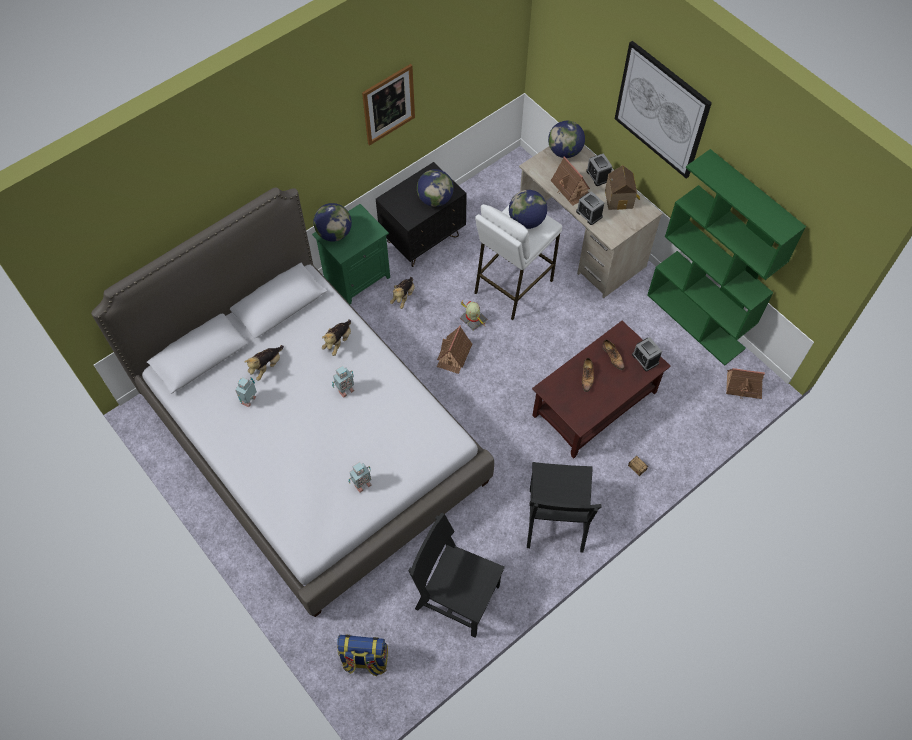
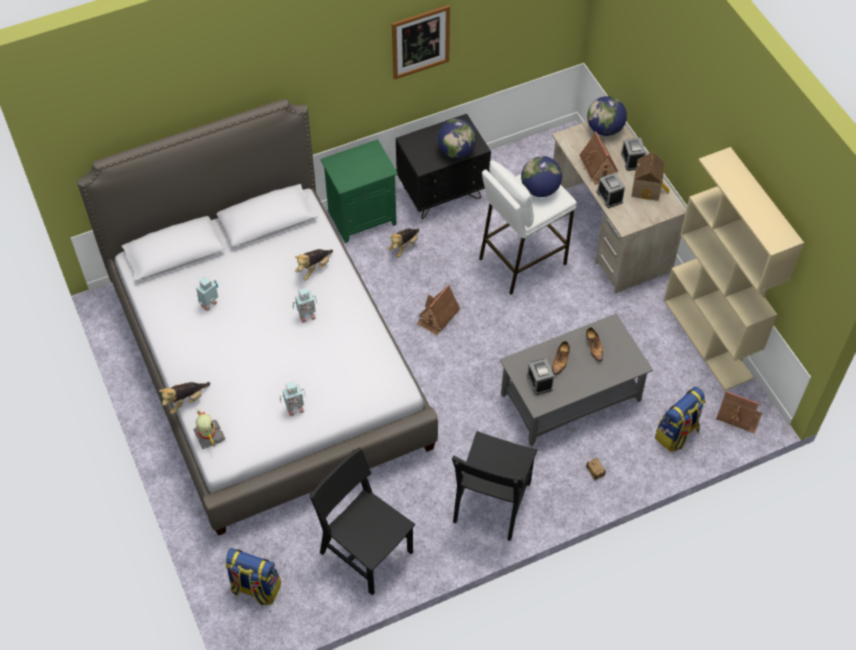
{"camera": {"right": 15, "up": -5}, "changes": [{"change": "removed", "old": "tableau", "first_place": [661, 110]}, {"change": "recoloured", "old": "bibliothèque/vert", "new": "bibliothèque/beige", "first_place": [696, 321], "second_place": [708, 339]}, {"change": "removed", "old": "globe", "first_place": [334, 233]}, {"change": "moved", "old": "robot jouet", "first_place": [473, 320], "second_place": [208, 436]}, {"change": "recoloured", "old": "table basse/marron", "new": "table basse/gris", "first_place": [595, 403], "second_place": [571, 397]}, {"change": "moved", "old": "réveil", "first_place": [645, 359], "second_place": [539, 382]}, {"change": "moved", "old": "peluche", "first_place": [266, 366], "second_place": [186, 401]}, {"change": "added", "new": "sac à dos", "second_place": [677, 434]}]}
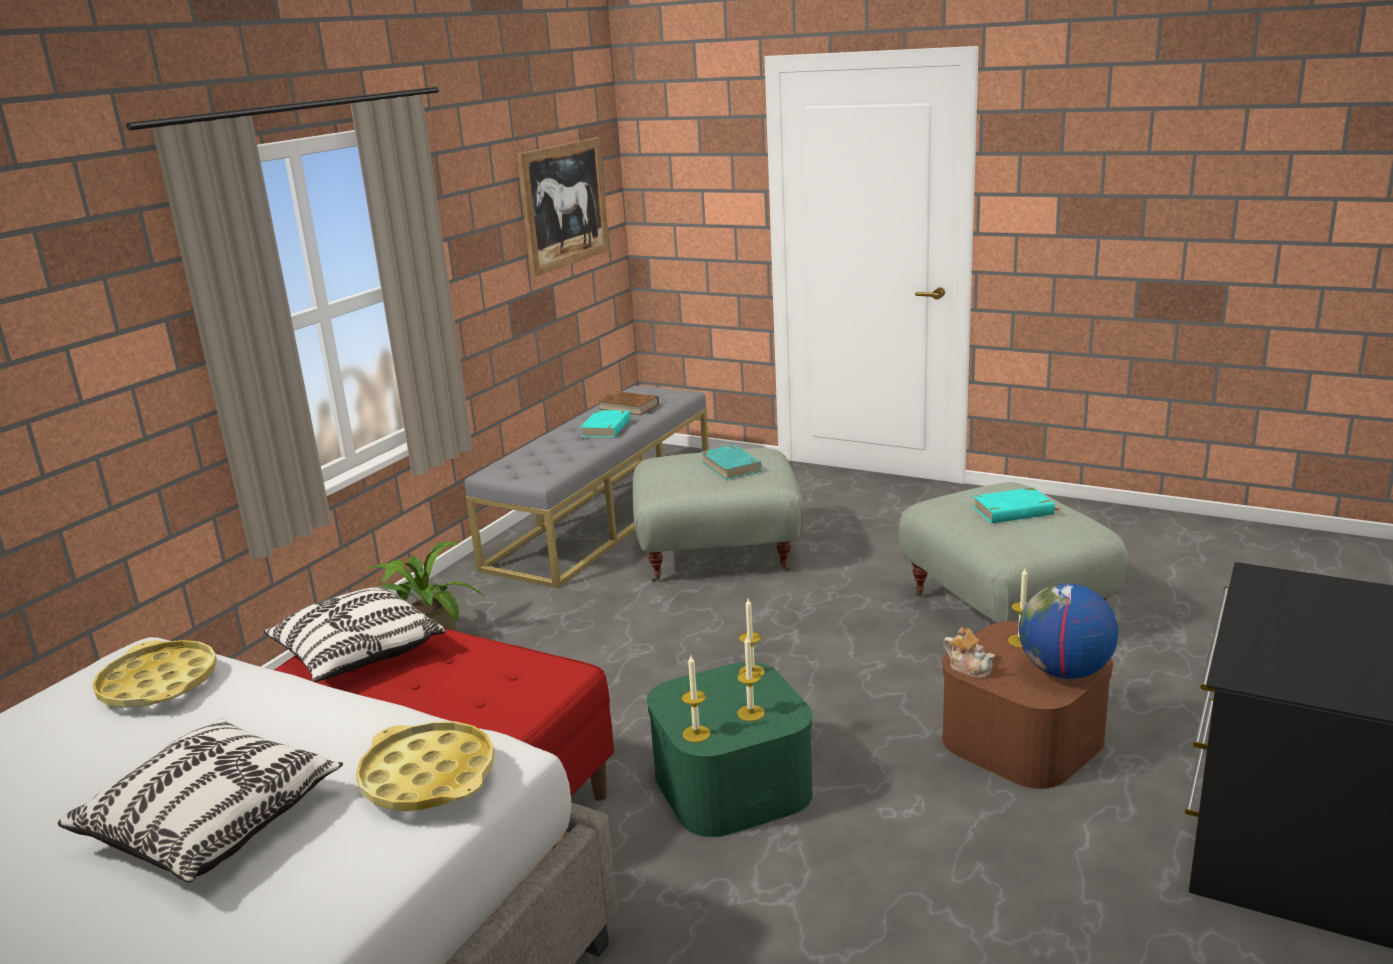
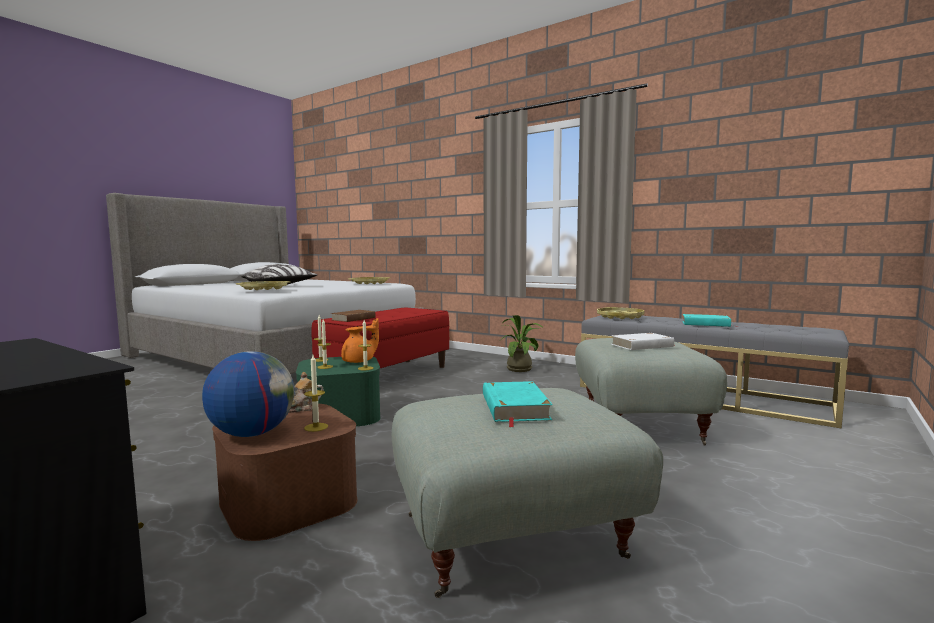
{"camera": {"right": 95, "up": -15}, "changes": [{"change": "removed", "old": "tableau", "first_place": [564, 204]}, {"change": "moved", "old": "livre/marron", "first_place": [628, 407], "second_place": [353, 319]}, {"change": "recoloured", "old": "livre/turquoise", "new": "livre/blanc", "first_place": [731, 466], "second_place": [642, 345]}, {"change": "removed", "old": "coussin", "first_place": [357, 654]}, {"change": "added", "new": "plateau/jaune", "second_place": [620, 317]}, {"change": "added", "new": "théière/orange", "second_place": [359, 361]}]}
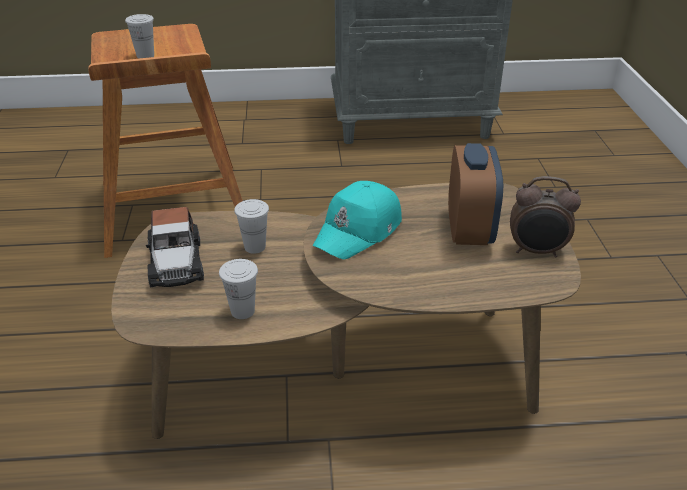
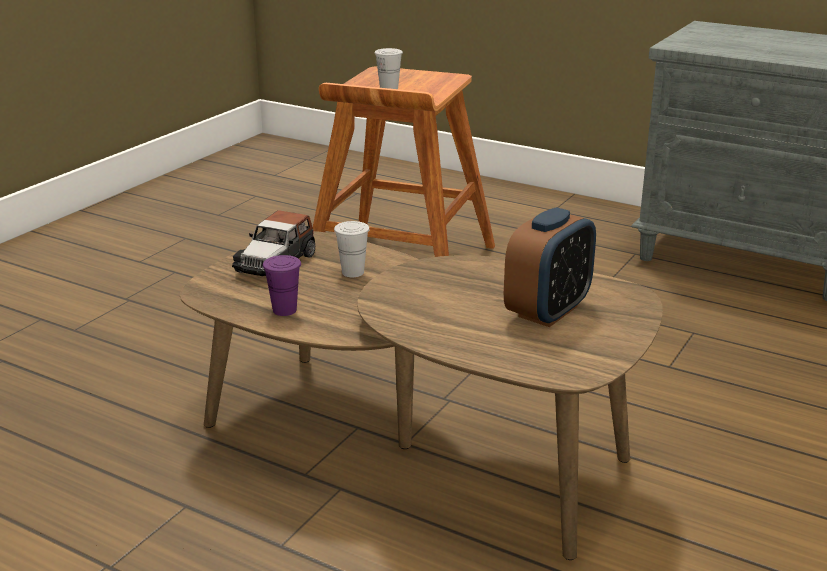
{"camera": {"right": 35, "up": -10}, "changes": [{"change": "removed", "old": "réveil", "first_place": [536, 251]}, {"change": "removed", "old": "casquette/turquoise", "first_place": [359, 231]}, {"change": "recoloured", "old": "tasse/blanc", "new": "tasse/violet", "first_place": [242, 311], "second_place": [284, 310]}]}
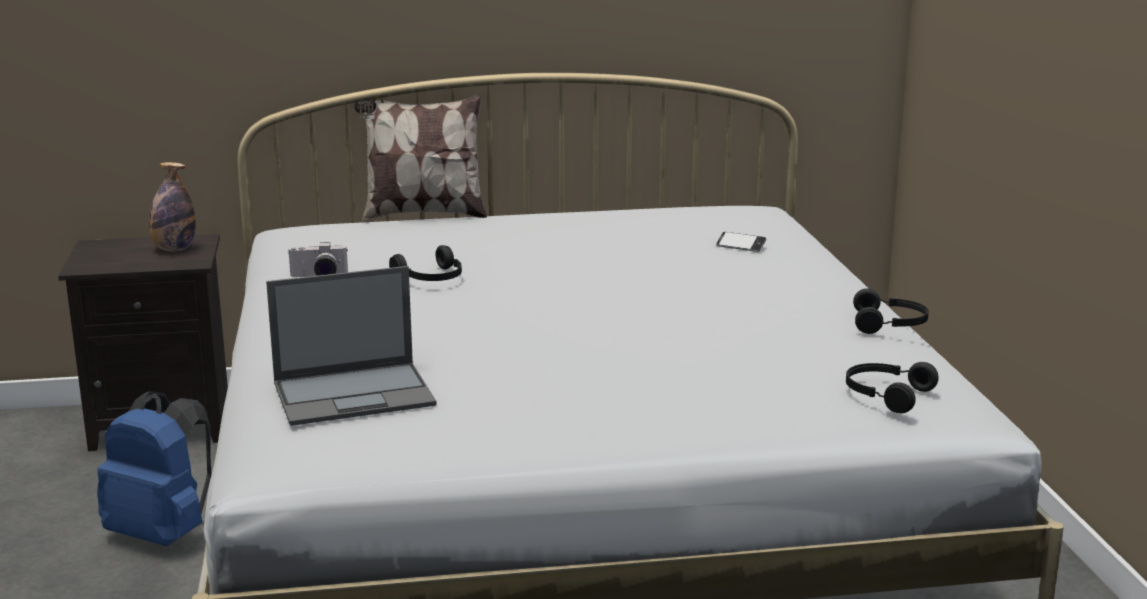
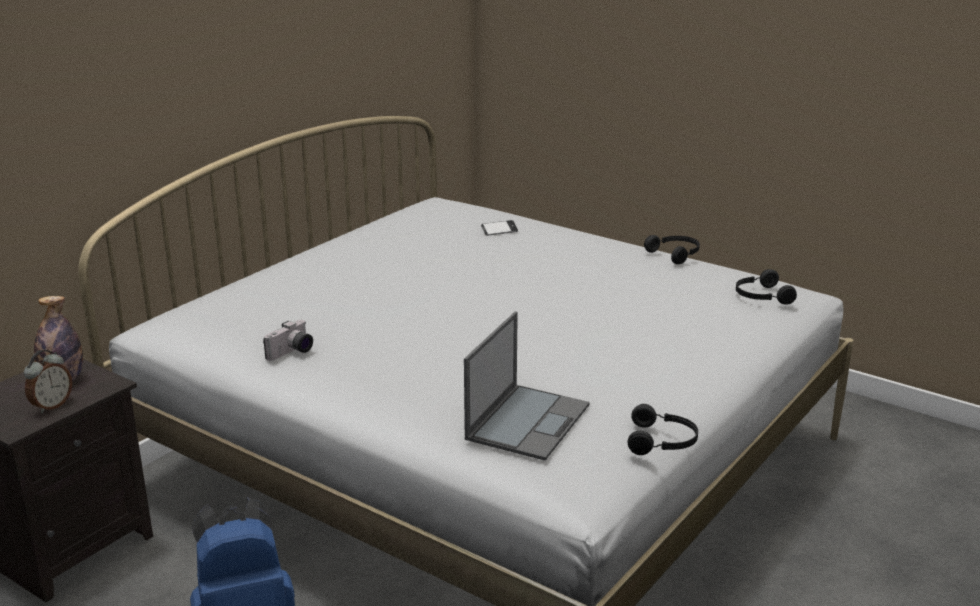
{"camera": {"right": -45, "up": 5}, "changes": [{"change": "removed", "old": "coussin", "first_place": [423, 214]}, {"change": "moved", "old": "casque audio/noir", "first_place": [432, 279], "second_place": [662, 441]}, {"change": "added", "new": "réveil", "second_place": [51, 405]}]}
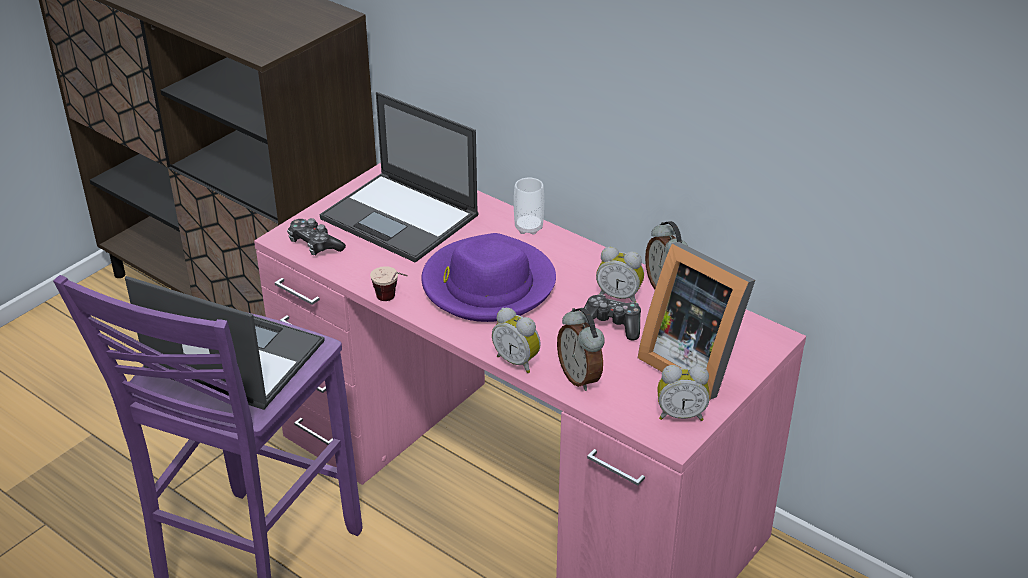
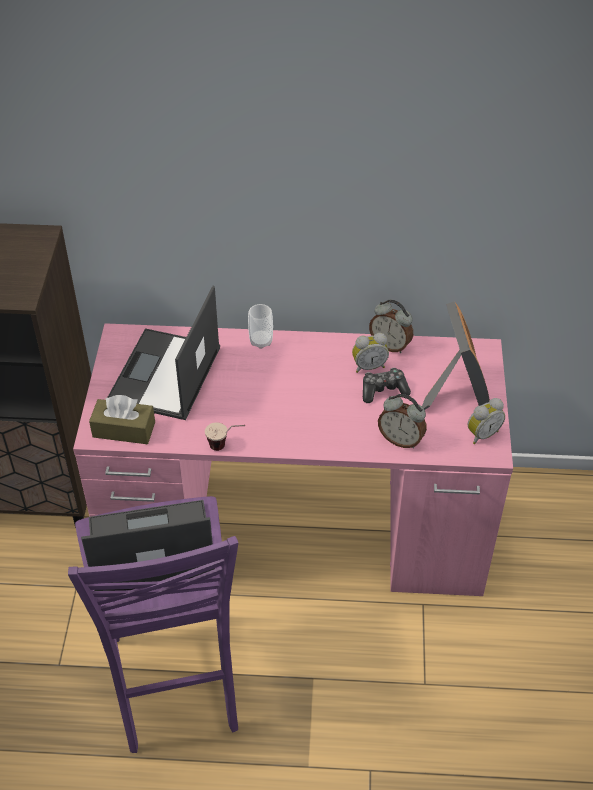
{"camera": {"right": -35, "up": 10}, "changes": [{"change": "turned", "old": "ordinateur portable", "first_place": [401, 217], "second_place": [164, 376], "degrees": 105}, {"change": "replaced", "old": "manette", "new": "boîte à mouchoirs/marron", "first_place": [314, 245], "second_place": [124, 429]}, {"change": "removed", "old": "chapeau/violet", "first_place": [487, 284]}, {"change": "turned", "old": "cadre photo", "first_place": [693, 361], "second_place": [455, 392], "degrees": -105}, {"change": "removed", "old": "réveil", "first_place": [518, 361]}]}
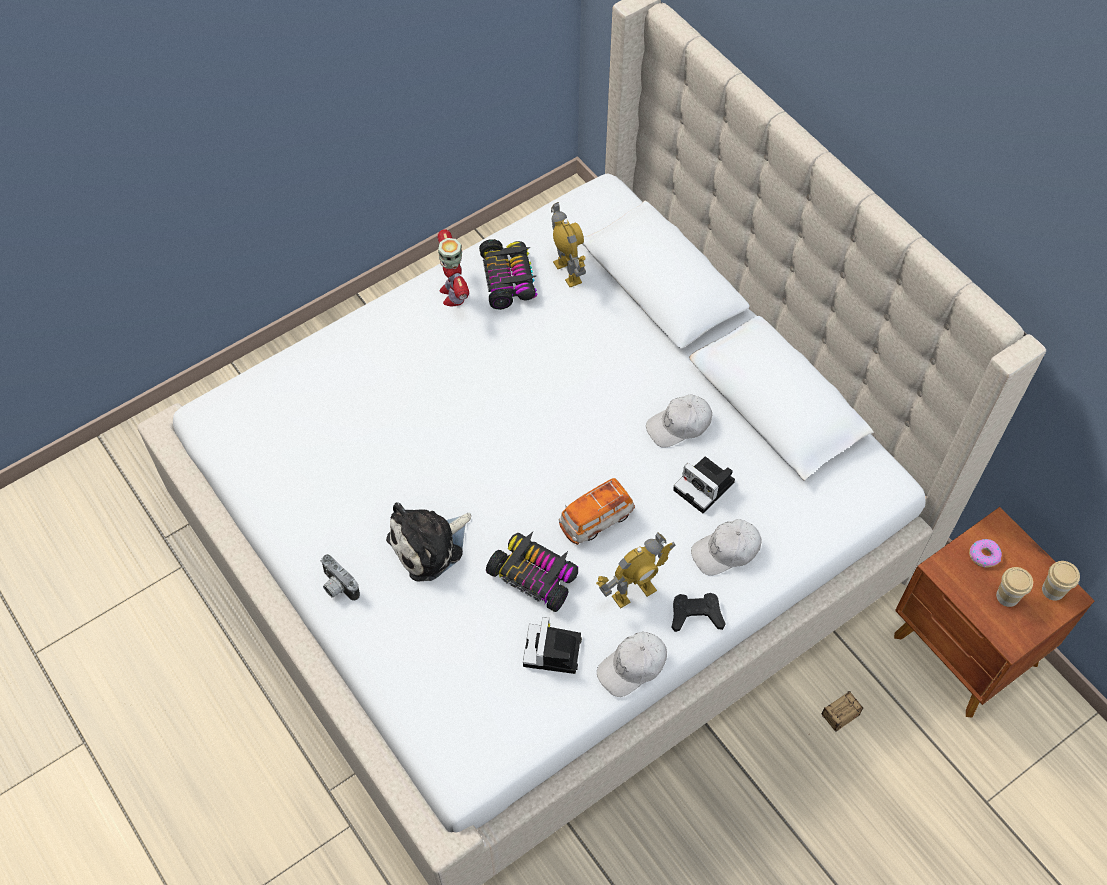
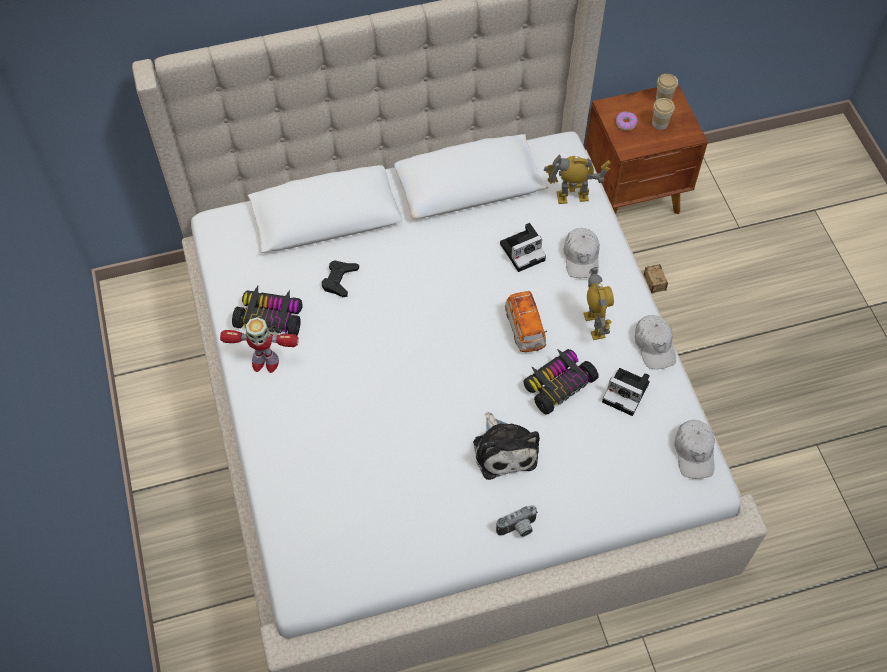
{"camera": {"right": -70, "up": 0}, "changes": [{"change": "moved", "old": "robot jouet", "first_place": [568, 272], "second_place": [572, 197]}, {"change": "moved", "old": "casquette/blanc", "first_place": [679, 425], "second_place": [694, 452]}, {"change": "moved", "old": "manette/noir", "first_place": [696, 614], "second_place": [339, 280]}]}
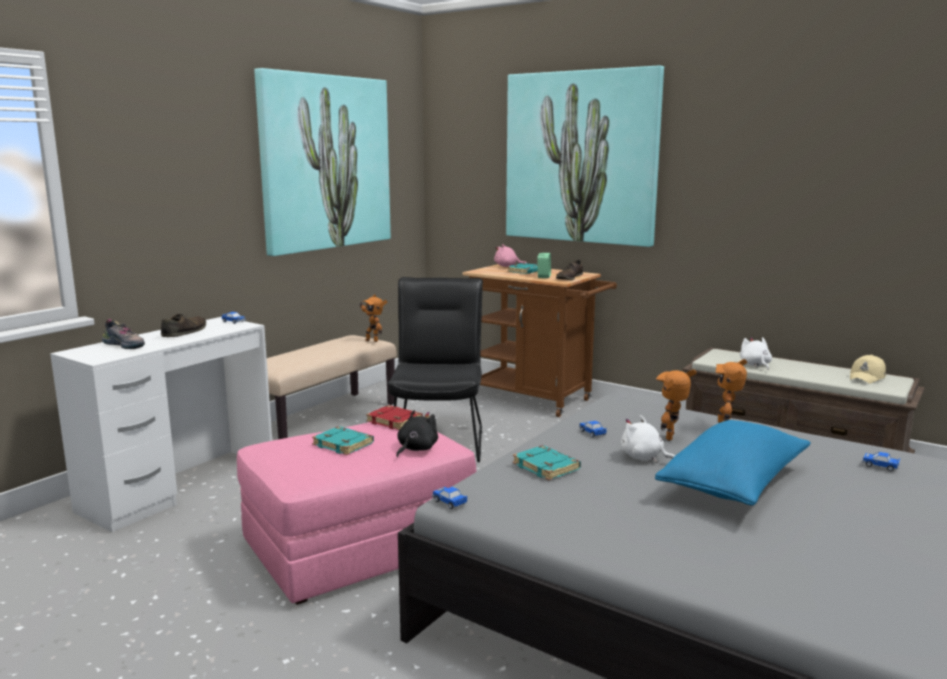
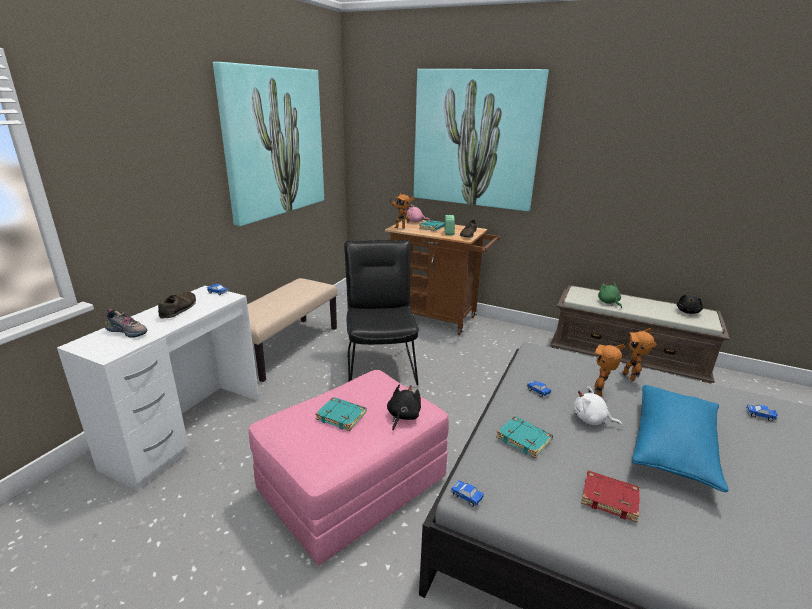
{"camera": {"right": -10, "up": 10}, "changes": [{"change": "moved", "old": "robot jouet", "first_place": [372, 340], "second_place": [400, 227]}, {"change": "recoloured", "old": "peluche/blanc", "new": "peluche/vert", "first_place": [755, 365], "second_place": [608, 302]}, {"change": "replaced", "old": "casquette/beige", "new": "peluche/noir", "first_place": [867, 377], "second_place": [688, 312]}, {"change": "moved", "old": "livre/rouge", "first_place": [395, 421], "second_place": [610, 498]}]}
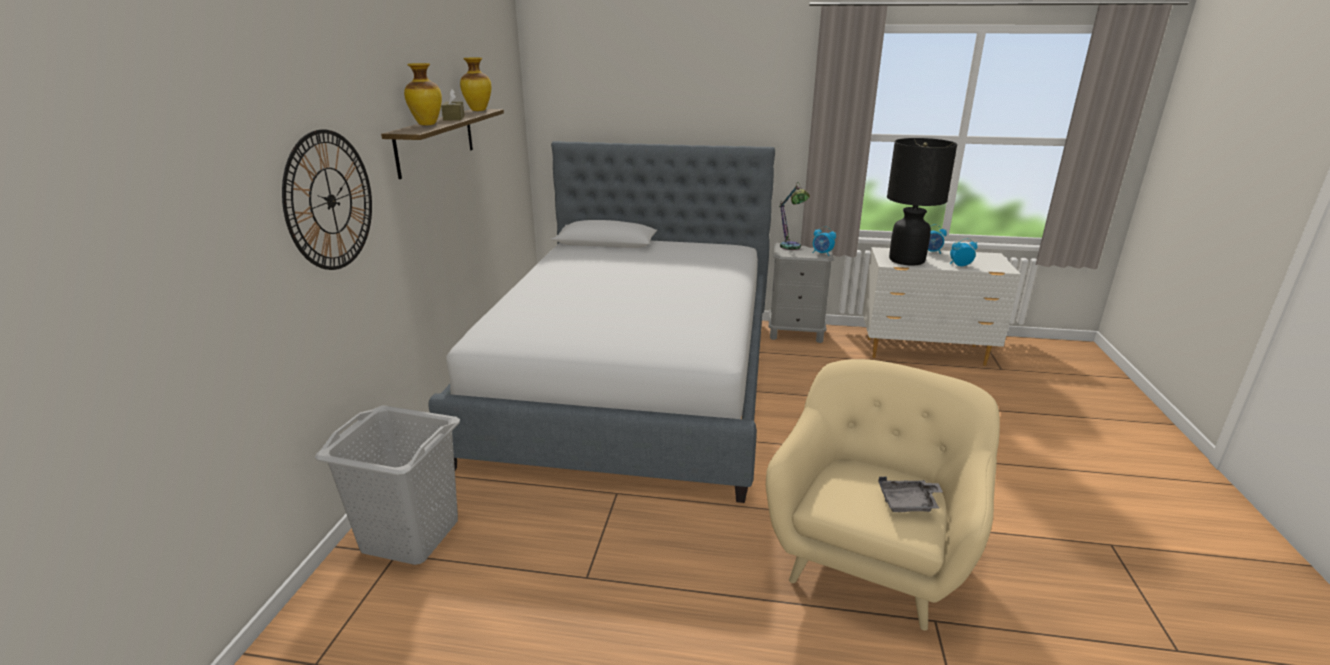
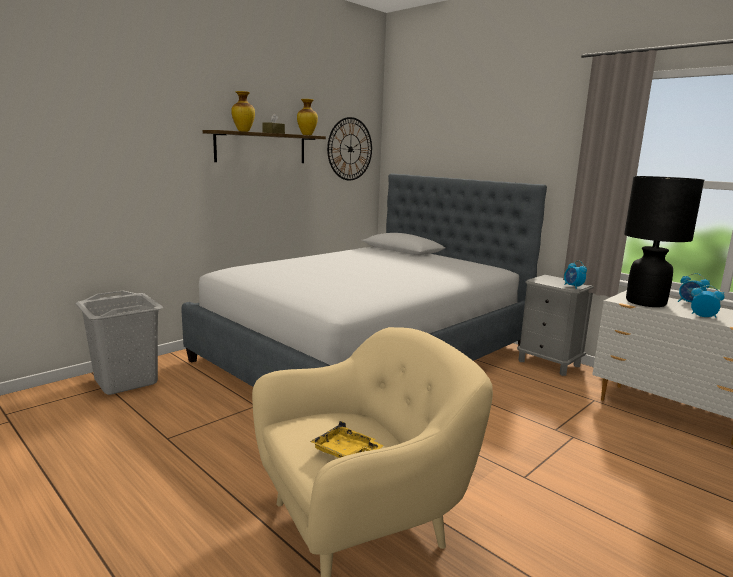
{"camera": {"right": 35, "up": -10}, "changes": [{"change": "moved", "old": "horloge murale", "first_place": [330, 201], "second_place": [350, 149]}, {"change": "removed", "old": "lampe de table", "first_place": [791, 248]}, {"change": "recoloured", "old": "plateau/gris", "new": "plateau/jaune", "first_place": [908, 503], "second_place": [345, 452]}]}
